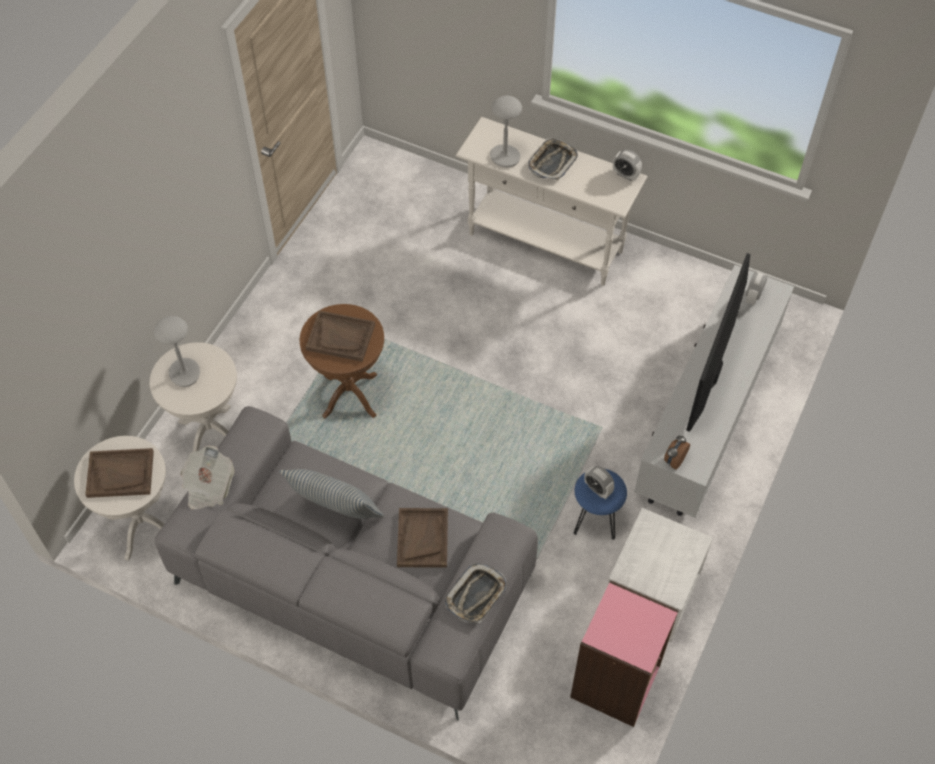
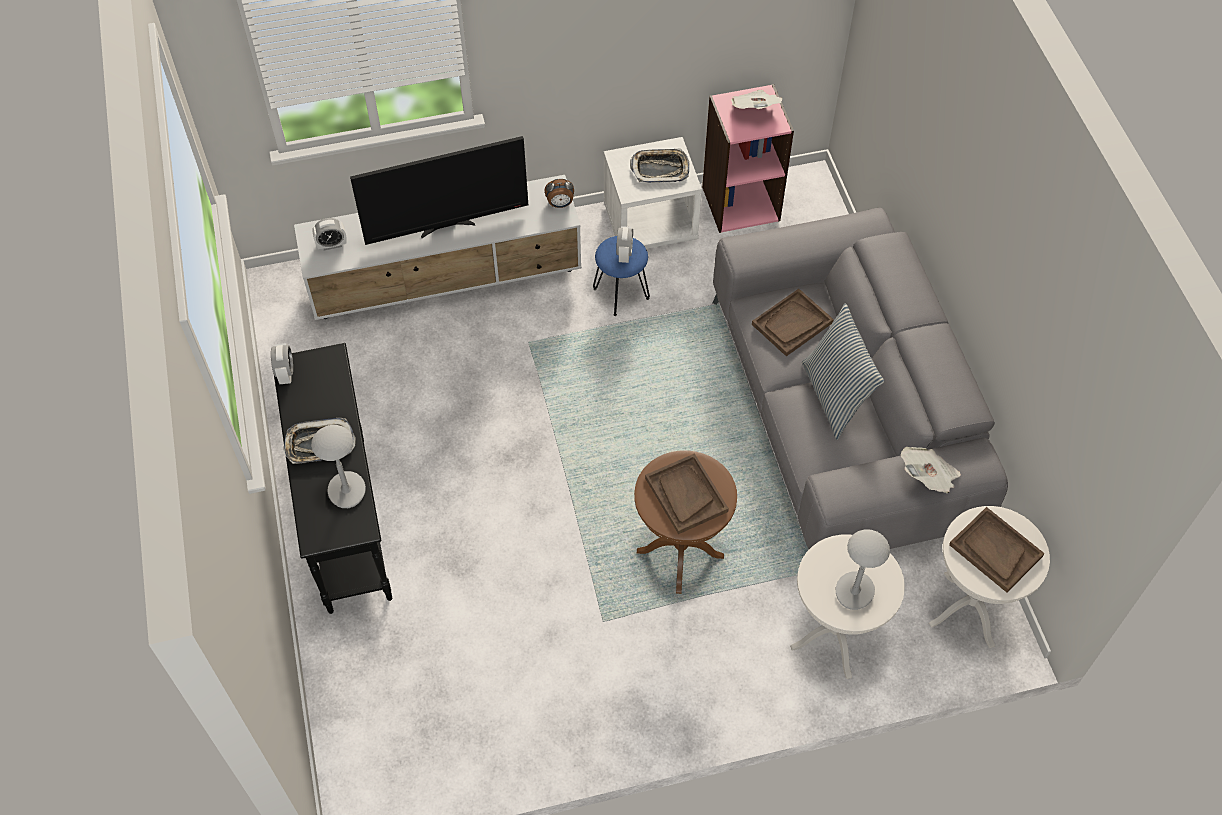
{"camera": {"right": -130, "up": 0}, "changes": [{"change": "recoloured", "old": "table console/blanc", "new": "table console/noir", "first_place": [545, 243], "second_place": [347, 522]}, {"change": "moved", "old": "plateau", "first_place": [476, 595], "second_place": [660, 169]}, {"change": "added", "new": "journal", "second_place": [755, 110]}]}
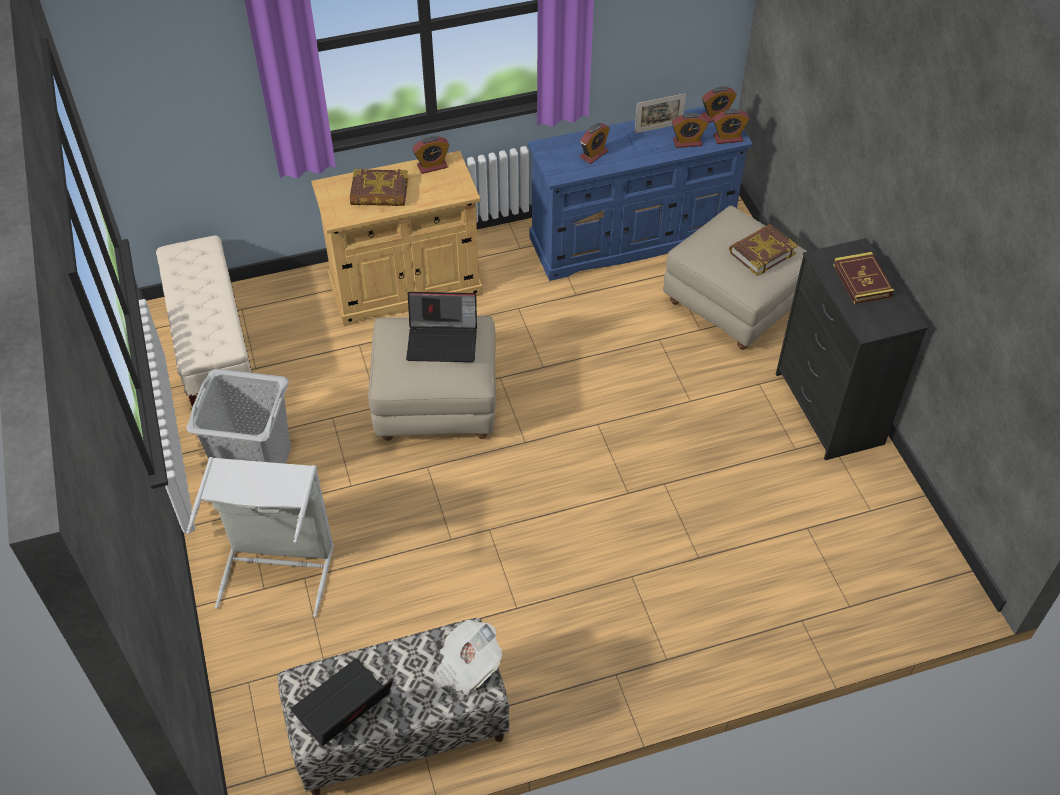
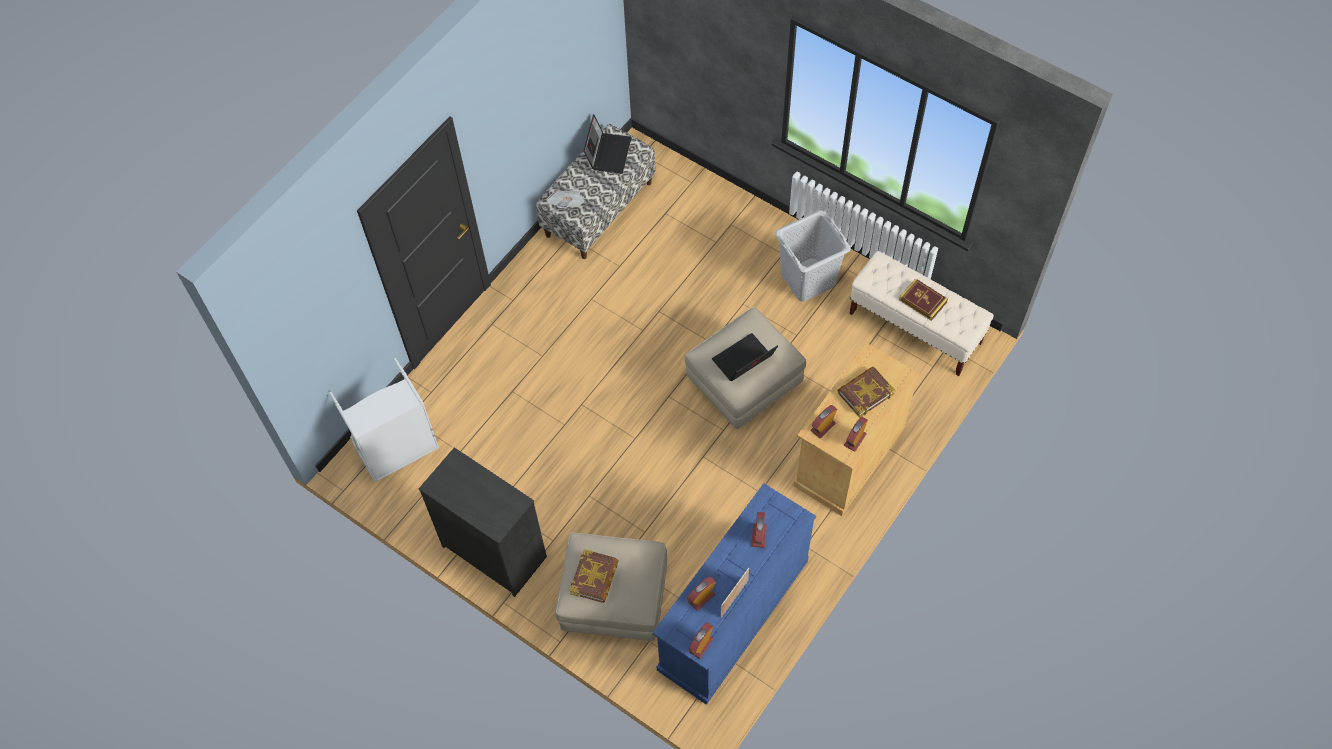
{"camera": {"right": 145, "up": 10}, "changes": [{"change": "moved", "old": "réveil", "first_place": [728, 138], "second_place": [823, 427]}, {"change": "moved", "old": "livre", "first_place": [862, 281], "second_place": [923, 301]}, {"change": "moved", "old": "panier à linge/gris", "first_place": [278, 565], "second_place": [398, 450]}]}
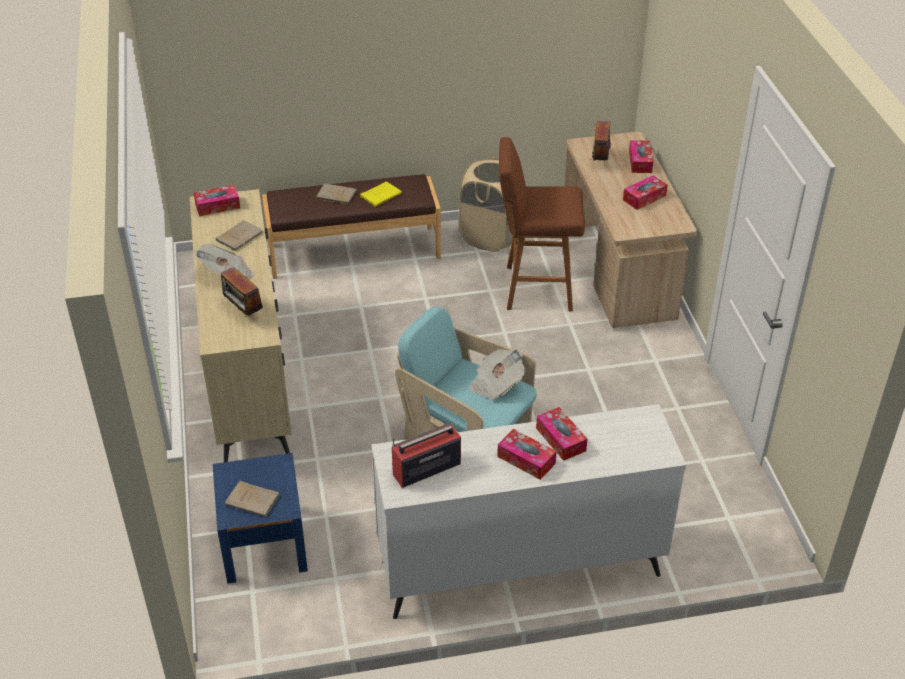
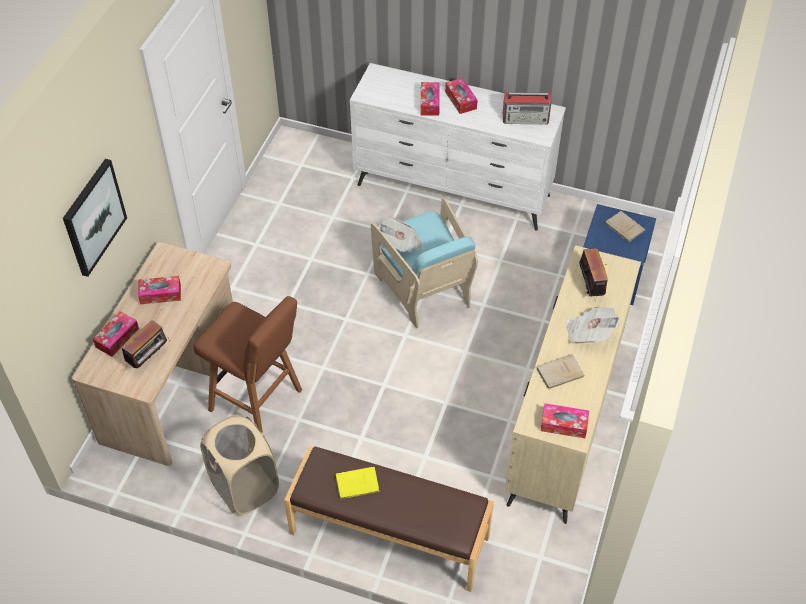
{"camera": {"right": -150, "up": 10}, "changes": [{"change": "removed", "old": "livre/beige", "first_place": [335, 195]}, {"change": "added", "new": "tableau", "second_place": [93, 217]}]}
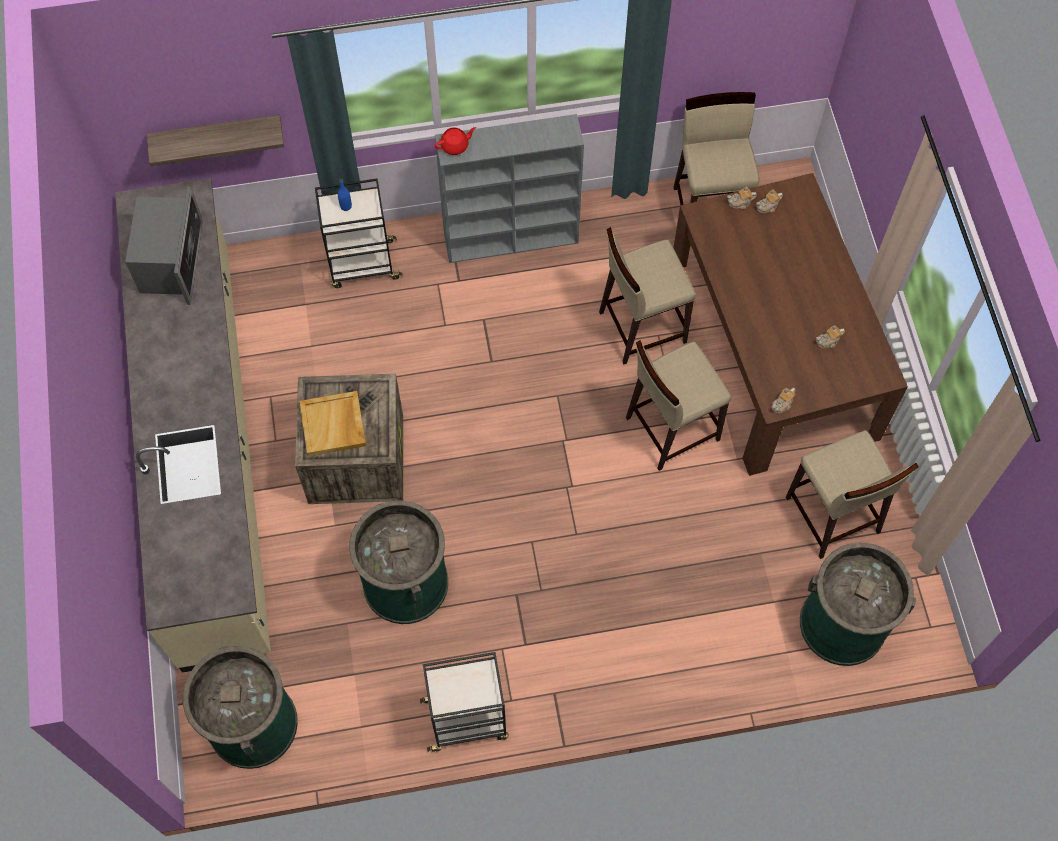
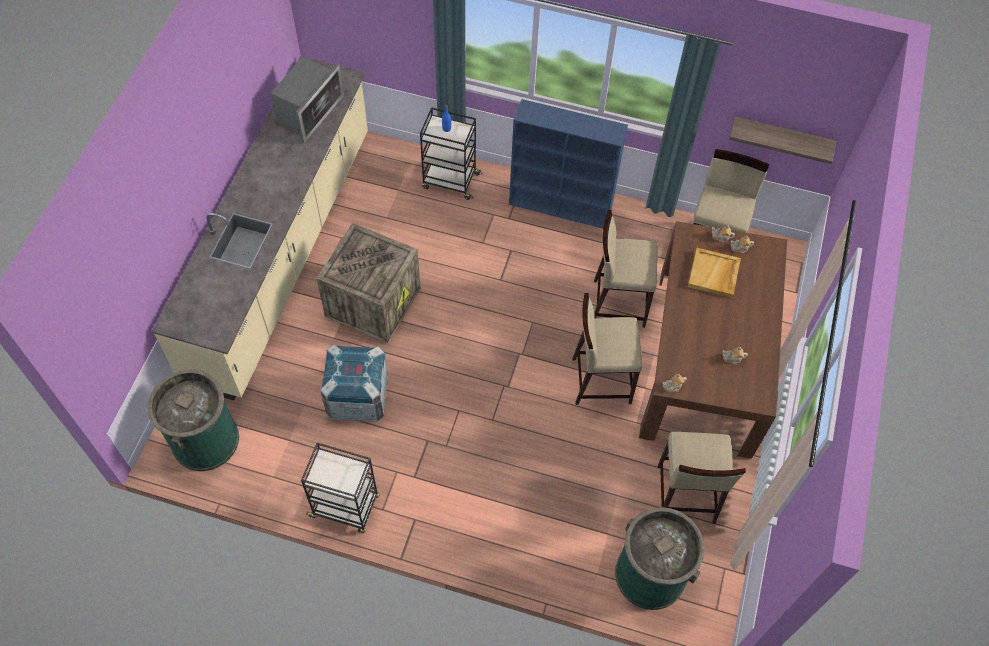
{"camera": {"right": 25, "up": -5}, "changes": [{"change": "recoloured", "old": "bibliothèque/gris", "new": "bibliothèque/bleu", "first_place": [512, 238], "second_place": [561, 206]}, {"change": "moved", "old": "étagère", "first_place": [217, 135], "second_place": [781, 138]}, {"change": "removed", "old": "théière/rouge", "first_place": [455, 146]}, {"change": "moved", "old": "plateau/beige", "first_place": [333, 425], "second_place": [714, 274]}, {"change": "replaced", "old": "poubelle/vert", "new": "caisse", "first_place": [405, 582], "second_place": [358, 397]}]}
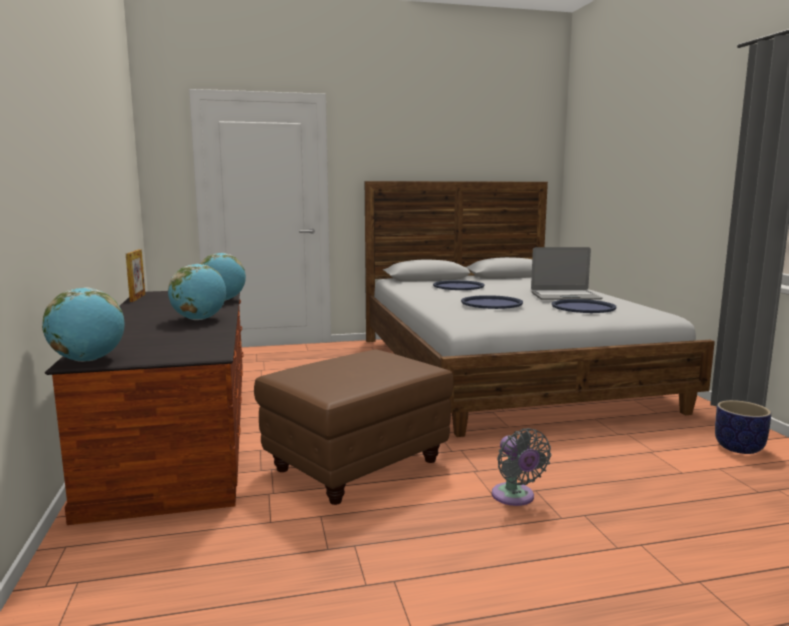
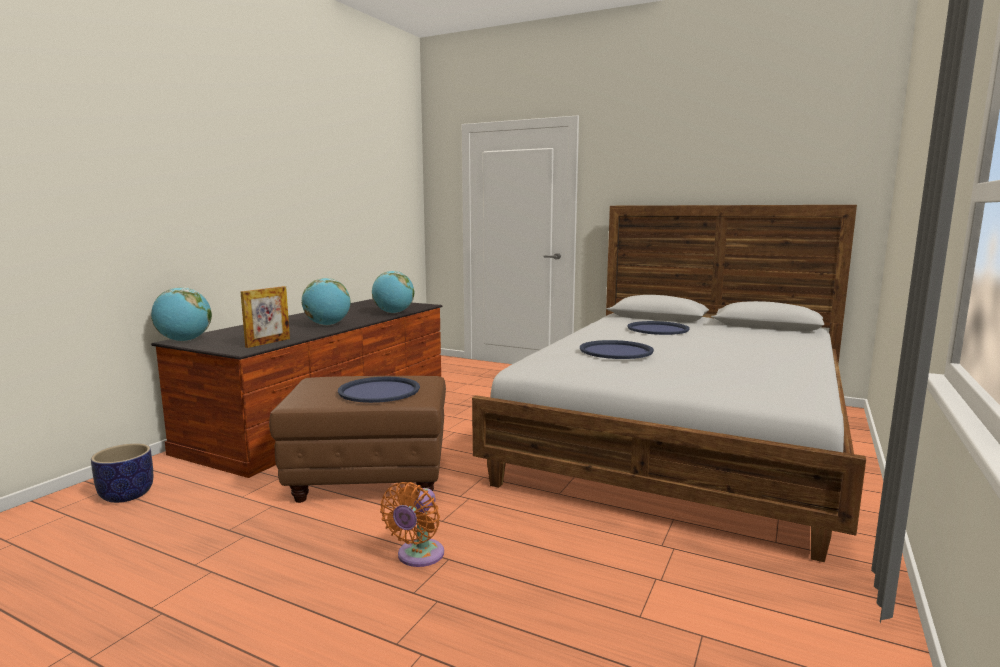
{"camera": {"right": 40, "up": 0}, "changes": [{"change": "removed", "old": "ordinateur portable", "first_place": [565, 296]}, {"change": "moved", "old": "cadre photo", "first_place": [137, 298], "second_place": [268, 343]}, {"change": "moved", "old": "plateau/bleu", "first_place": [583, 307], "second_place": [379, 391]}, {"change": "moved", "old": "cache-pot", "first_place": [739, 448], "second_place": [127, 495]}, {"change": "recoloured", "old": "ventilateur/gris", "new": "ventilateur/orange", "first_place": [515, 497], "second_place": [418, 556]}]}
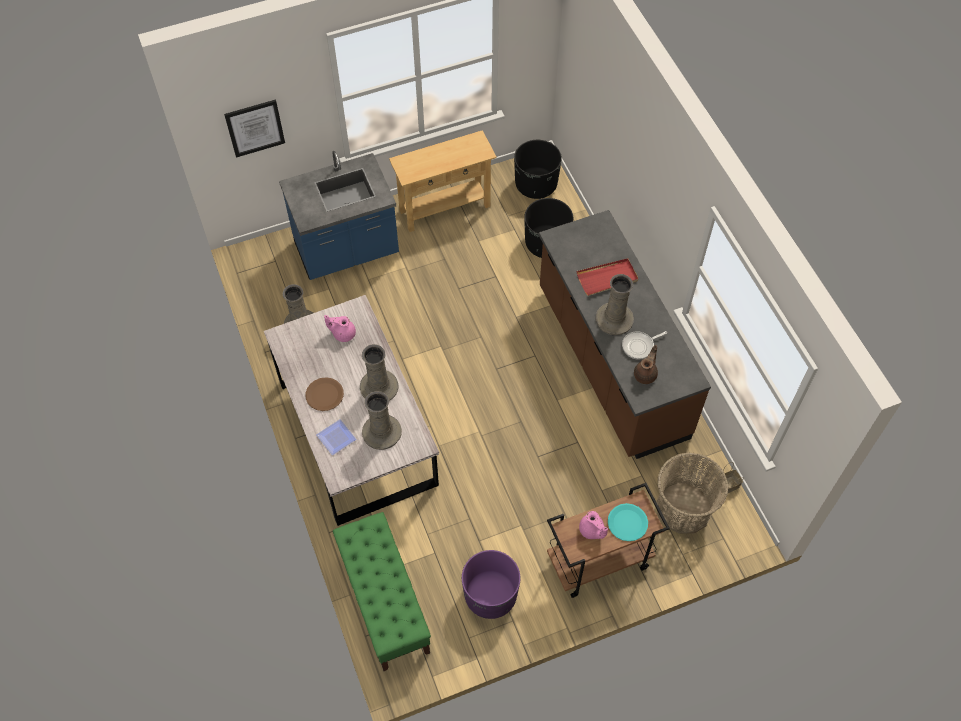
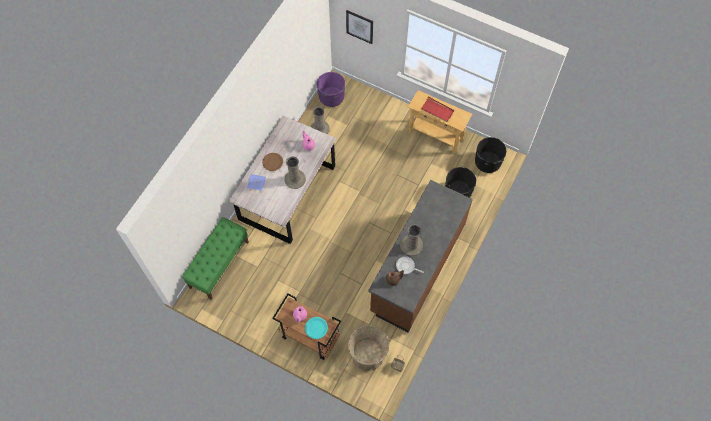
{"camera": {"right": 50, "up": 5}, "changes": [{"change": "removed", "old": "comptoir de cuisine/bleu", "first_place": [347, 251]}, {"change": "moved", "old": "plateau/rouge", "first_place": [607, 278], "second_place": [437, 110]}, {"change": "removed", "old": "vase/beige", "first_place": [382, 432]}, {"change": "moved", "old": "cache-pot/violet", "first_place": [490, 595], "second_place": [331, 97]}]}
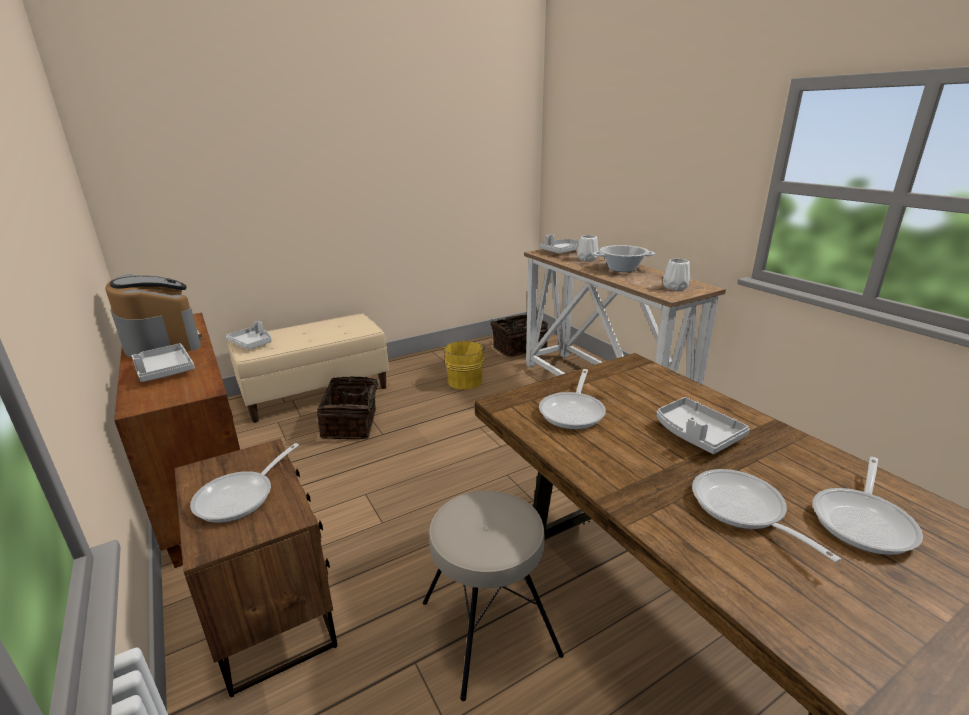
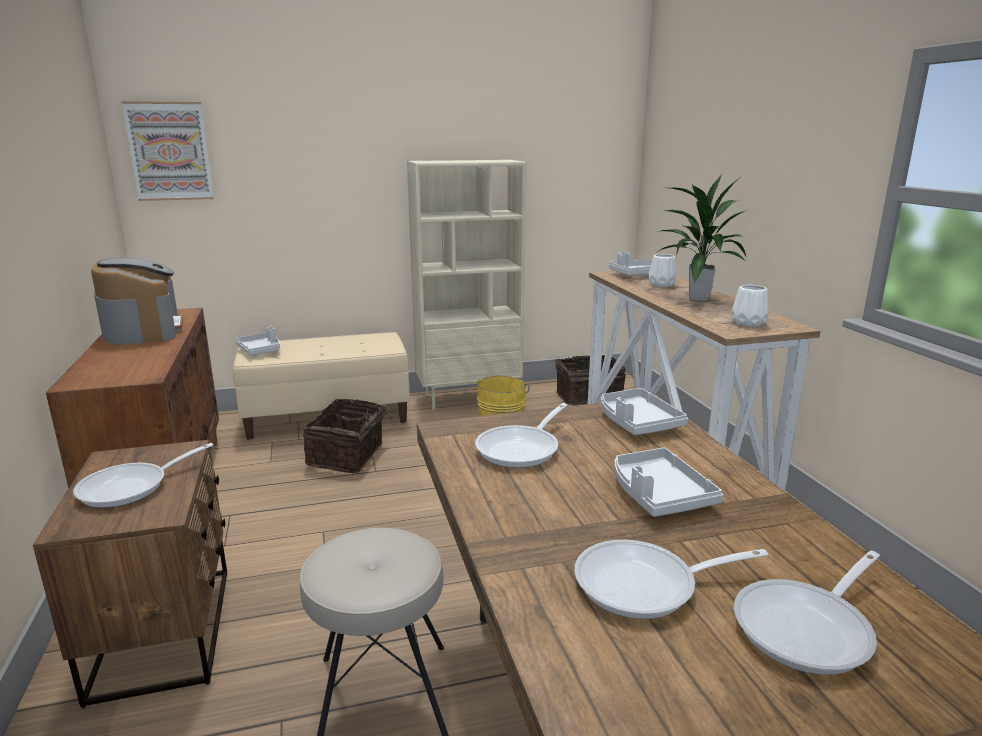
{"camera": {"right": 15, "up": -5}, "changes": [{"change": "replaced", "old": "marmite", "new": "plante en pot", "first_place": [622, 269], "second_place": [697, 298]}, {"change": "moved", "old": "plateau/gris", "first_place": [165, 371], "second_place": [637, 422]}, {"change": "turned", "old": "poêle", "first_place": [743, 510], "second_place": [645, 585], "degrees": -90}, {"change": "added", "new": "tableau", "second_place": [169, 151]}, {"change": "added", "new": "bibliothèque/beige", "second_place": [469, 397]}]}
